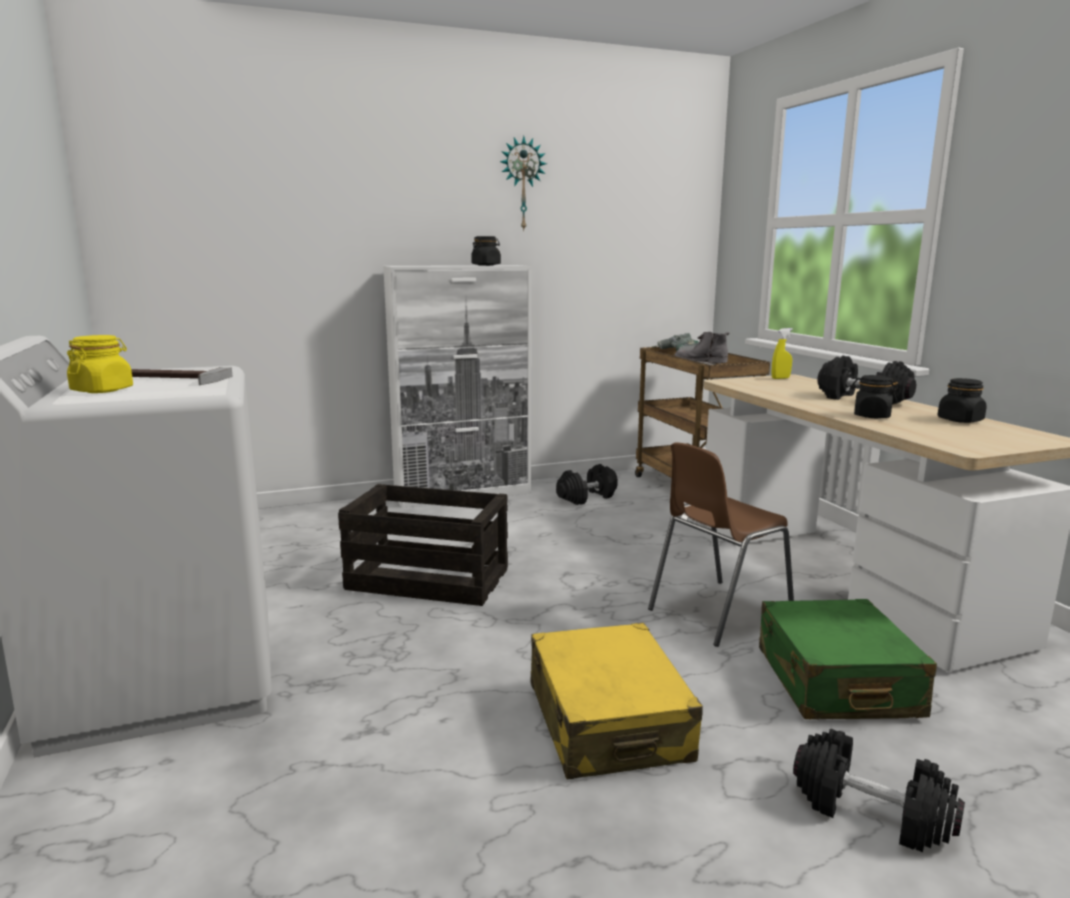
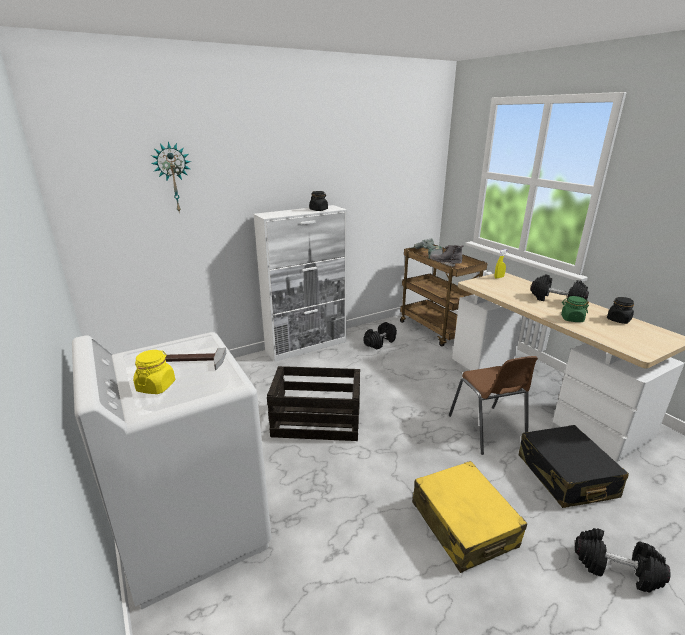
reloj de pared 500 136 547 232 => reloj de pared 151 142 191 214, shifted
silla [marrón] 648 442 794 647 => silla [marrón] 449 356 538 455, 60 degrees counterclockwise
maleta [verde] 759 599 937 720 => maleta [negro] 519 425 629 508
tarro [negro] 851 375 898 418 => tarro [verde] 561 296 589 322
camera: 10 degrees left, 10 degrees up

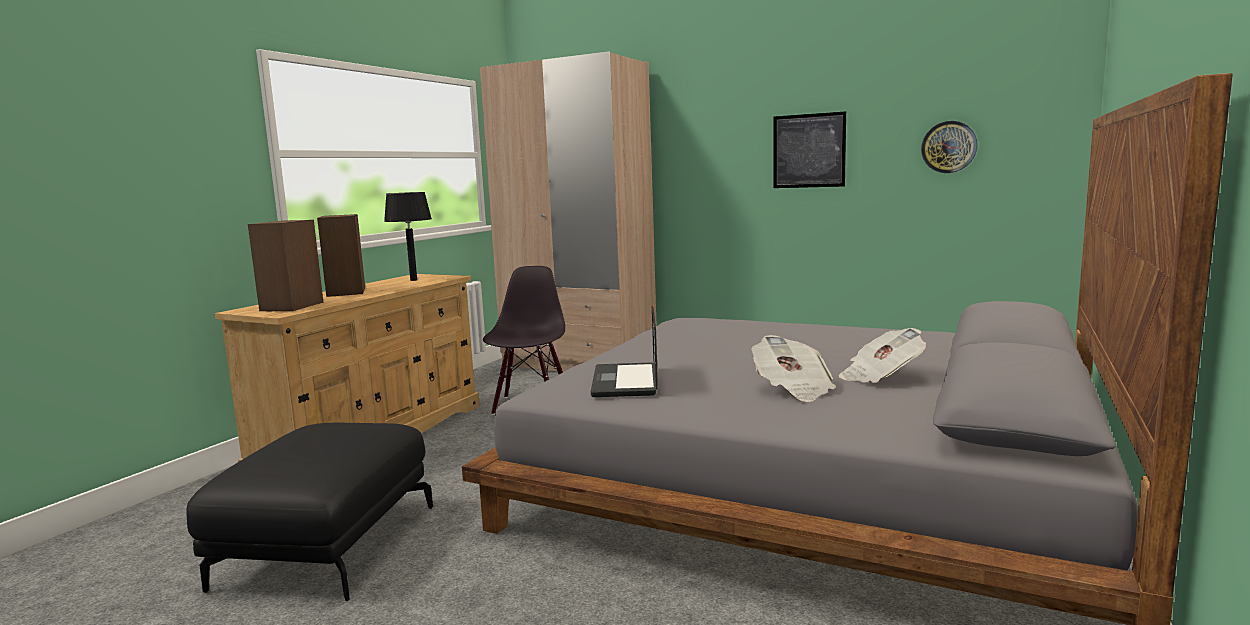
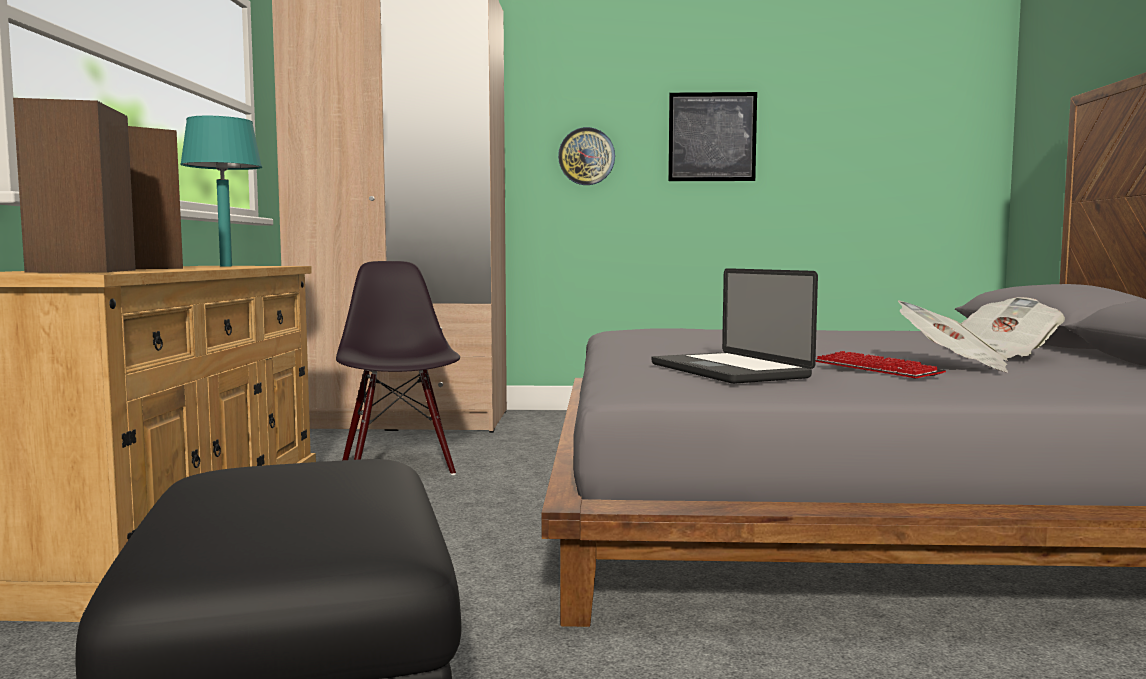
lámpara de mesa [negro] 384 192 432 281 => lámpara de mesa [turquesa] 180 116 262 266
reloj de pared 921 121 977 173 => reloj de pared 558 127 615 185, shifted
nothing => teclado 815 351 946 378
camera: 25 degrees left, 5 degrees down

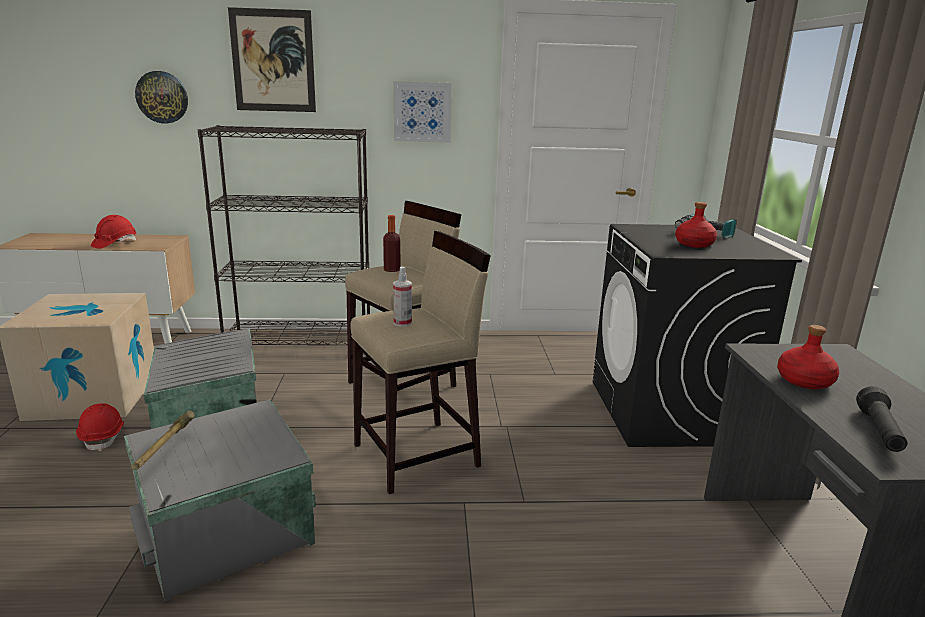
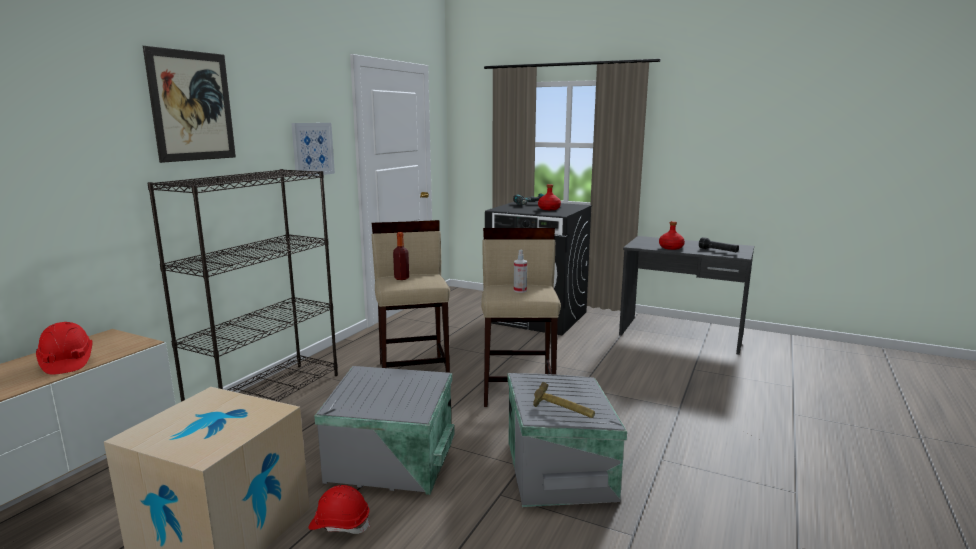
reloj de pared 135 71 188 124 => nothing
camera: 60 degrees left, 5 degrees down

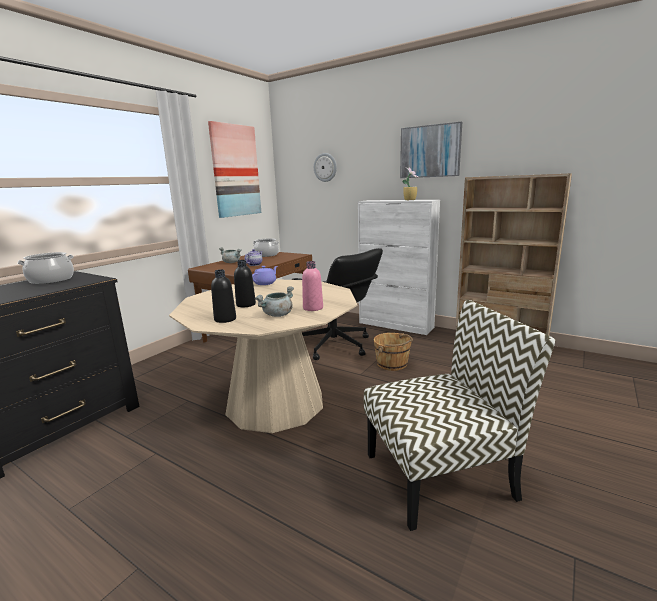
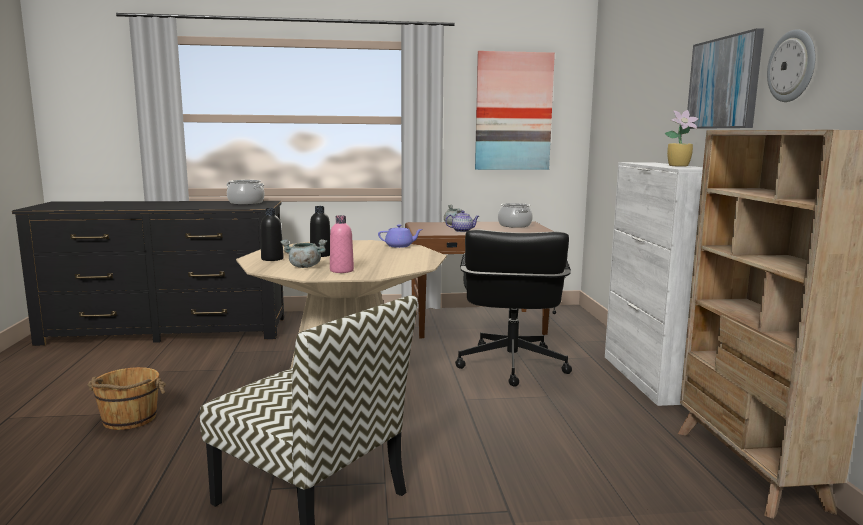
cubo [marrón] 374 333 413 371 => cubo [marrón] 88 367 166 430, shifted
reloj de pared 314 153 337 182 => reloj de pared 767 29 815 102, shifted
camera: 50 degrees right, 5 degrees down

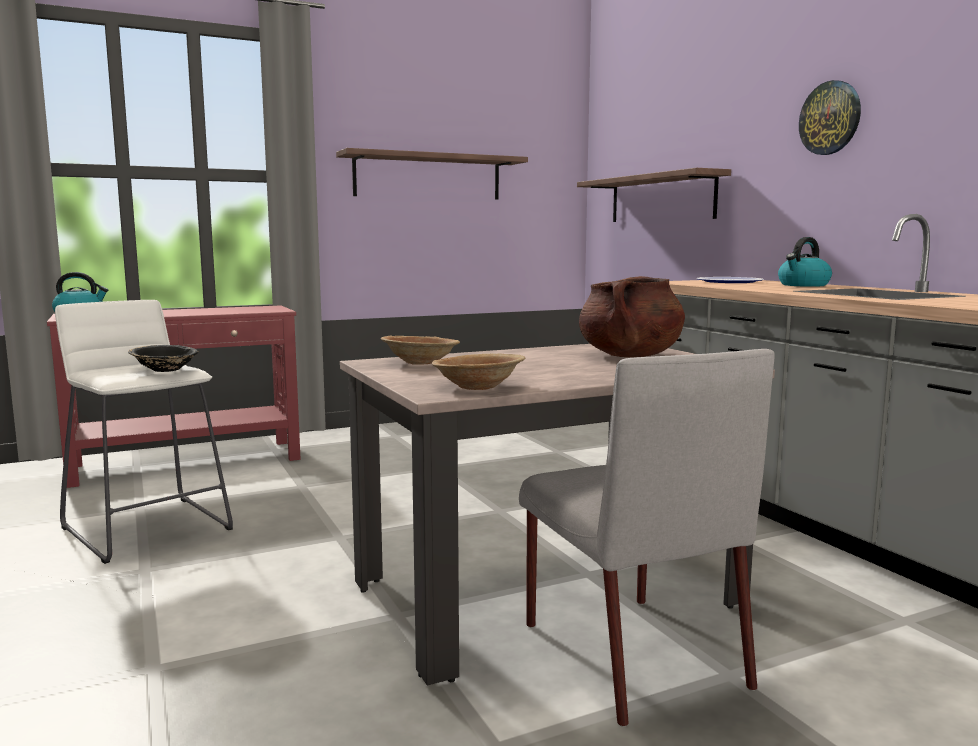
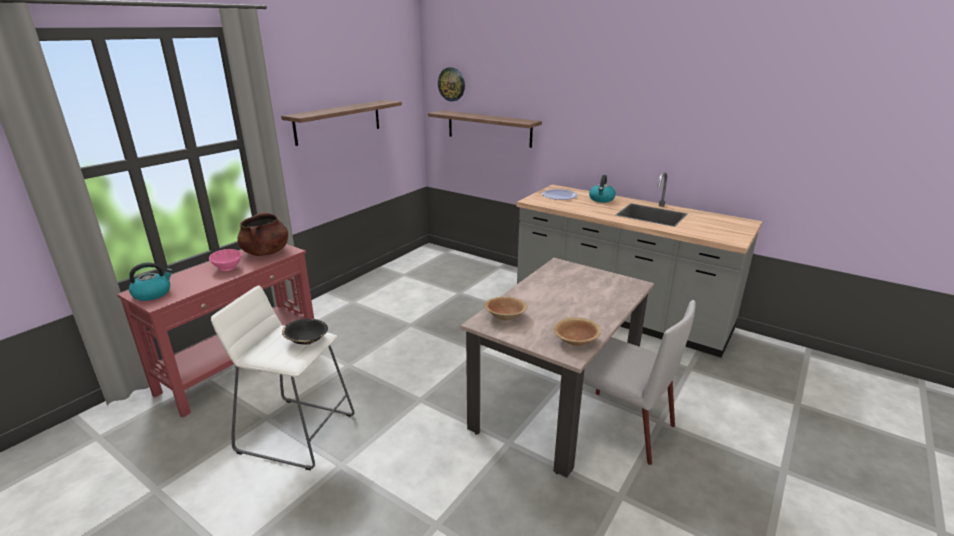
nothing => cuenco [rosa] 209 249 242 271
olla [marrón] 579 276 685 357 => olla [marrón] 237 212 288 256, shifted
reloj de pared 799 80 861 155 => reloj de pared 438 67 465 101, shifted
camera: 30 degrees left, 15 degrees up

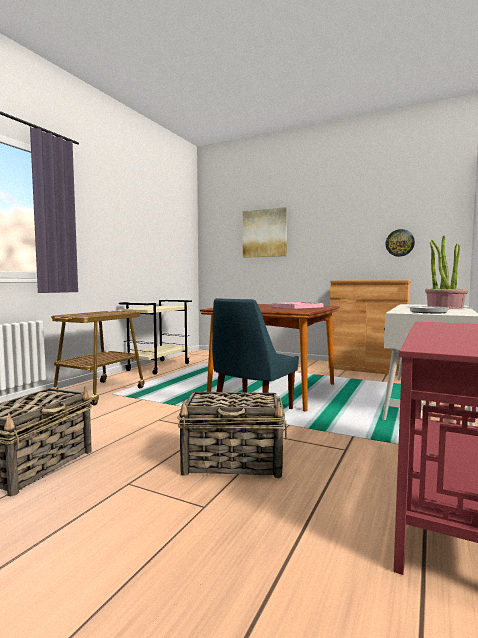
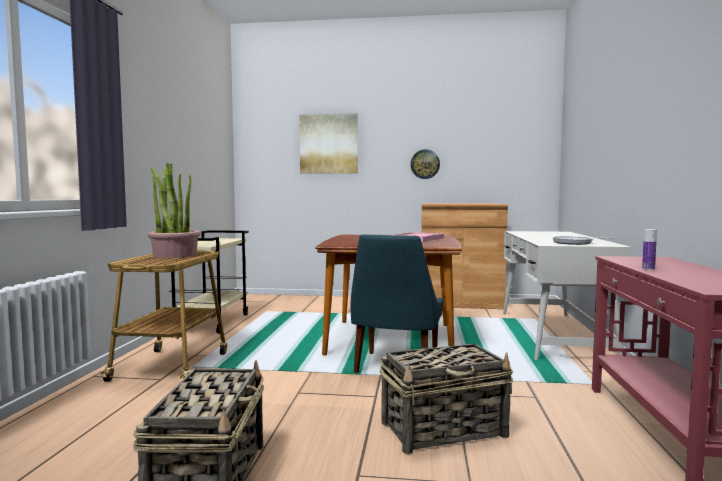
planta en maceta 425 236 468 309 => planta en maceta 148 163 200 258, shifted
reloj de pared 386 229 415 257 => reloj de pared 410 149 440 179, shifted
nothing => botella 642 229 657 270
camera: 20 degrees left, 0 degrees up

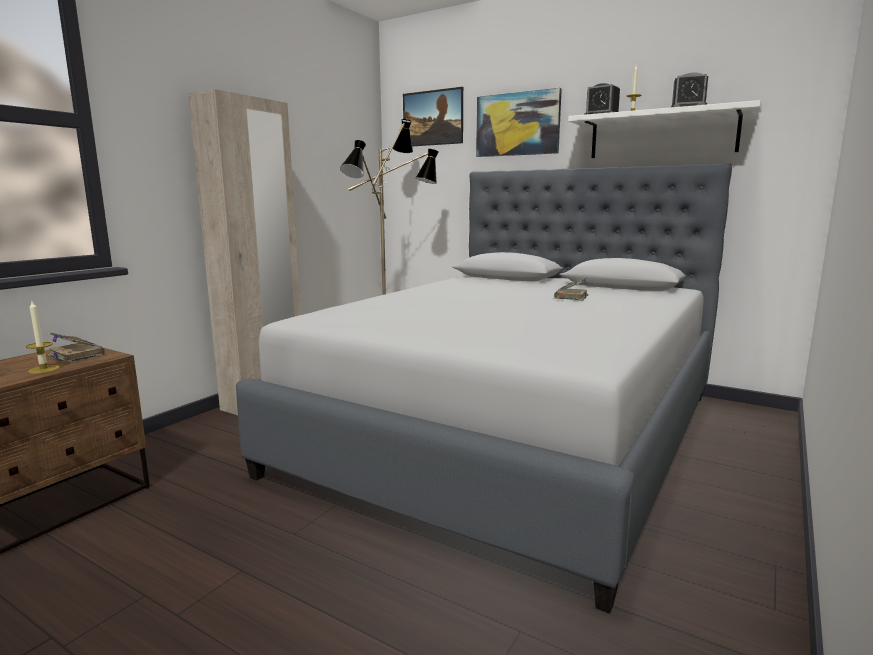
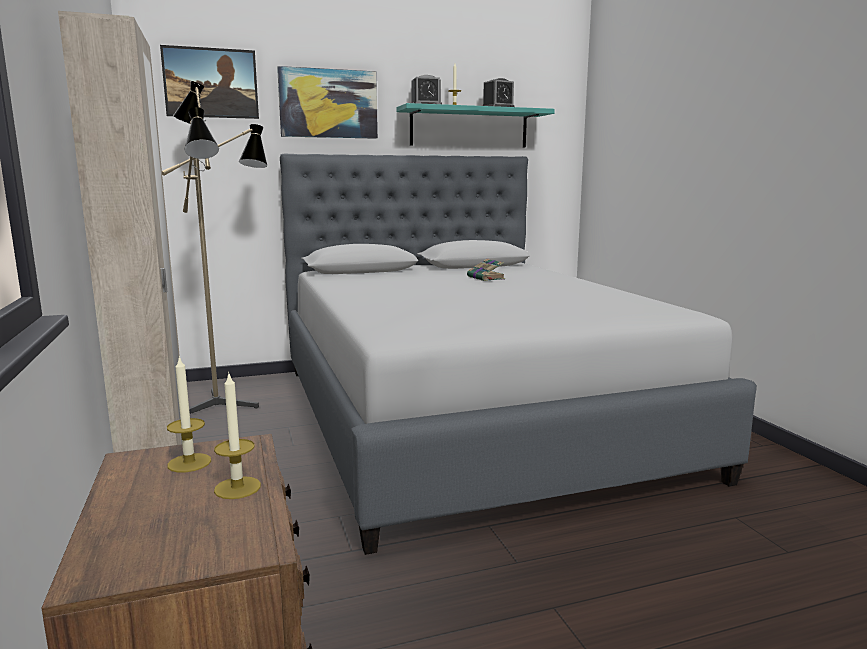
libro 48 332 105 363 => vela 167 356 211 473
estante [blanco] 568 100 762 158 => estante [turquesa] 396 103 555 147
camera: 50 degrees left, 0 degrees up

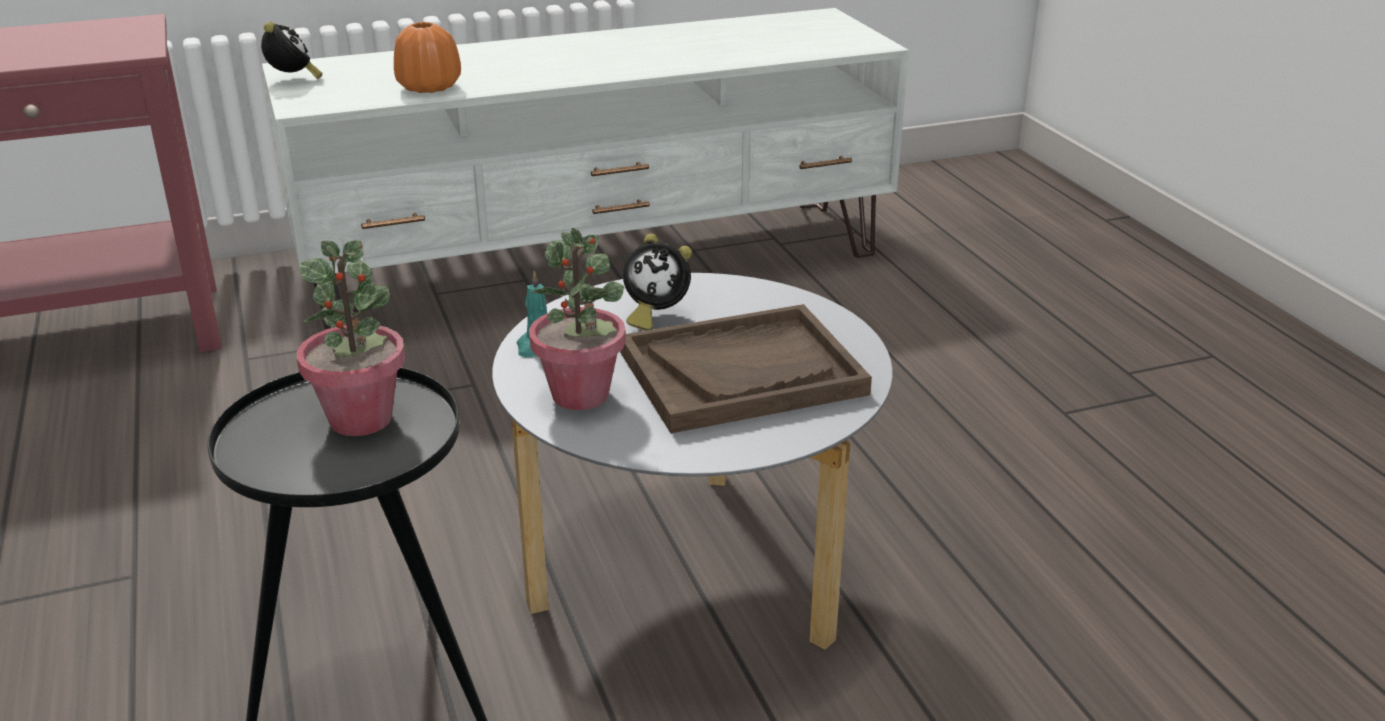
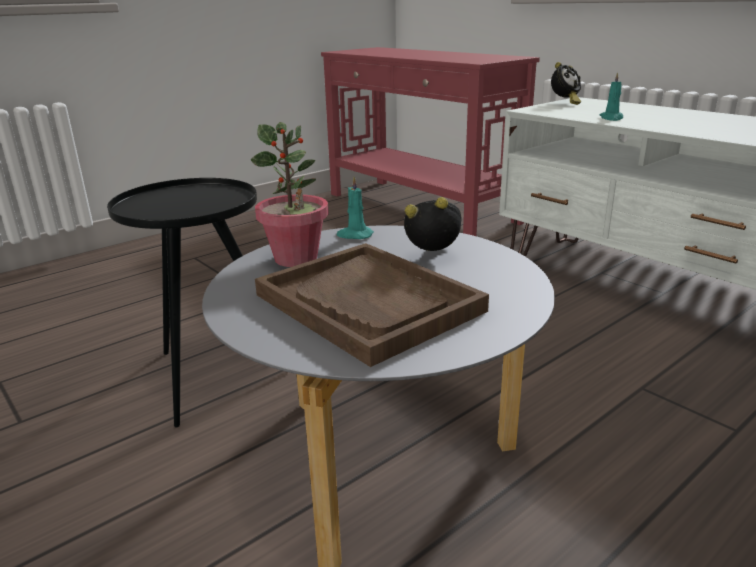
despertador 623 233 692 331 => despertador 404 197 461 251, 105 degrees clockwise
florero [naranja] 394 22 461 93 => vela [turquesa] 600 72 623 121
planta en maceta 297 241 405 436 => nothing
camera: 70 degrees right, 5 degrees down

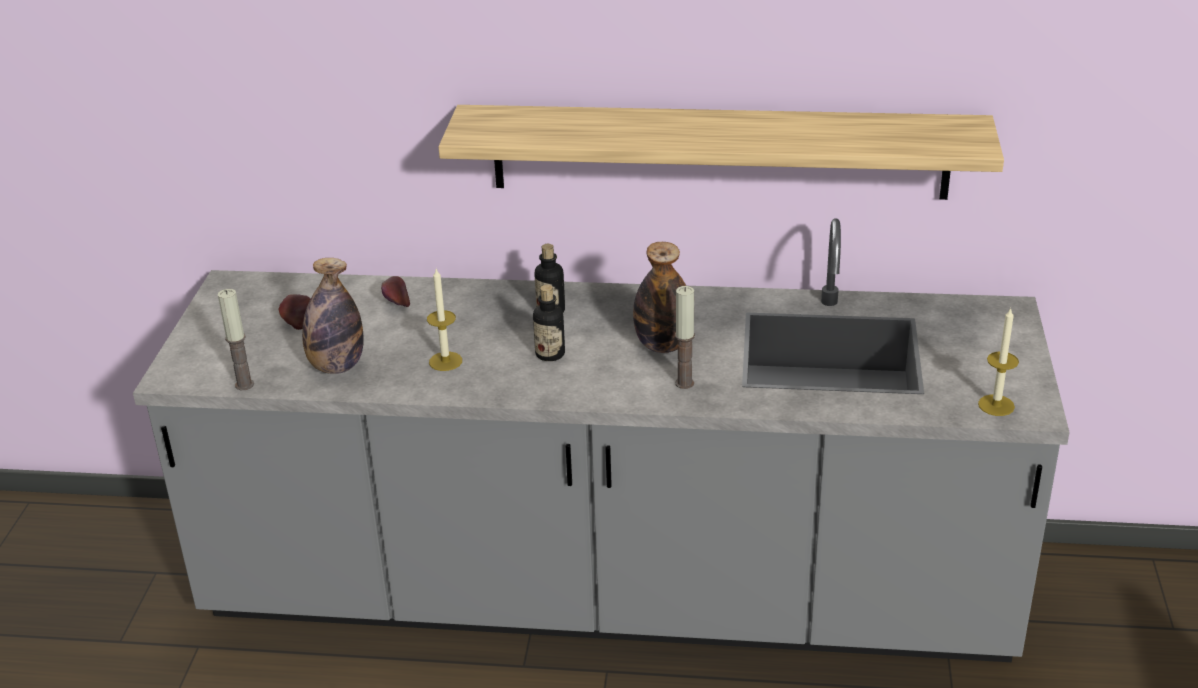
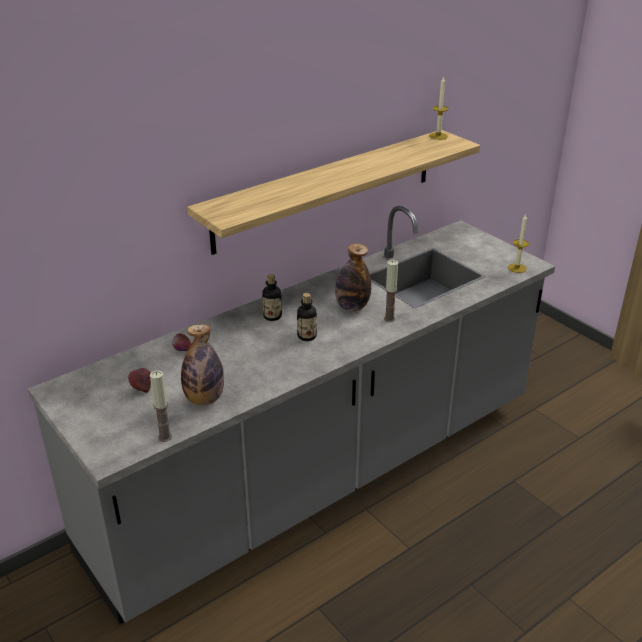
vela 427 269 462 371 => vela 429 77 449 140, shifted
camera: 45 degrees left, 0 degrees up

